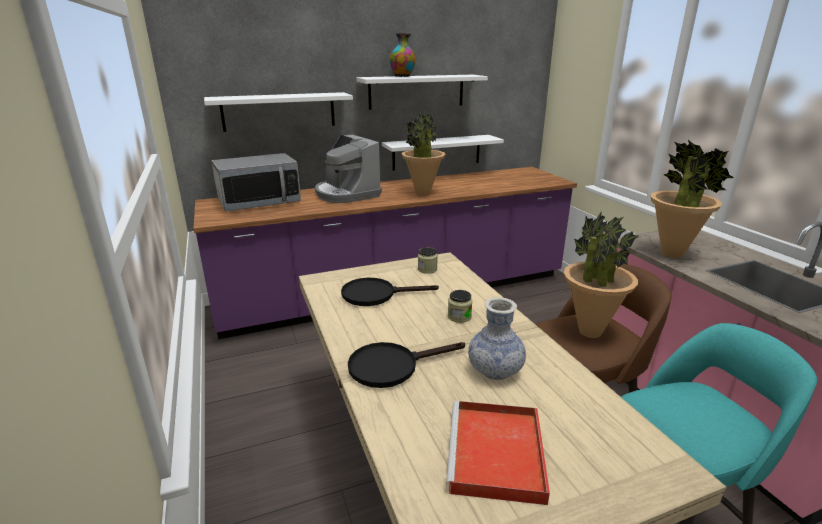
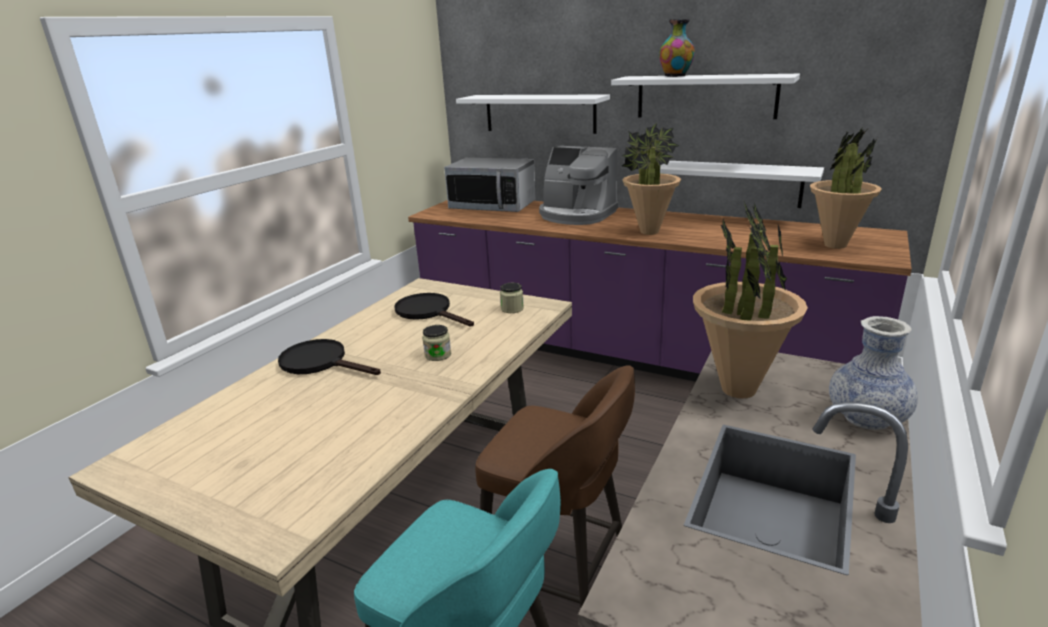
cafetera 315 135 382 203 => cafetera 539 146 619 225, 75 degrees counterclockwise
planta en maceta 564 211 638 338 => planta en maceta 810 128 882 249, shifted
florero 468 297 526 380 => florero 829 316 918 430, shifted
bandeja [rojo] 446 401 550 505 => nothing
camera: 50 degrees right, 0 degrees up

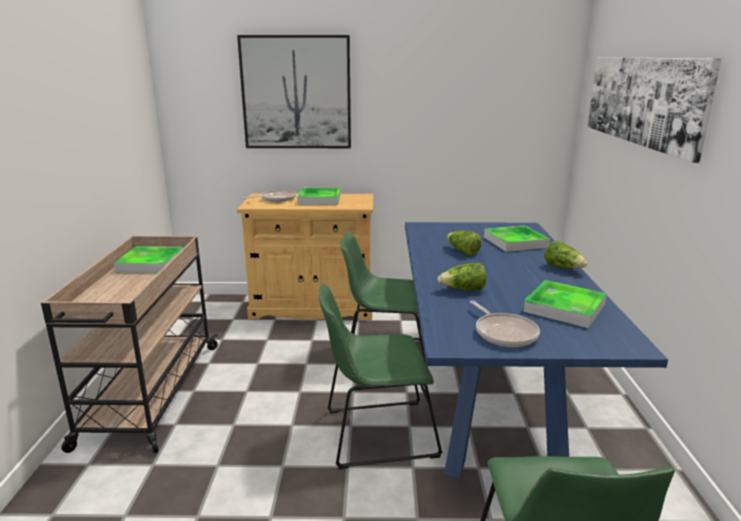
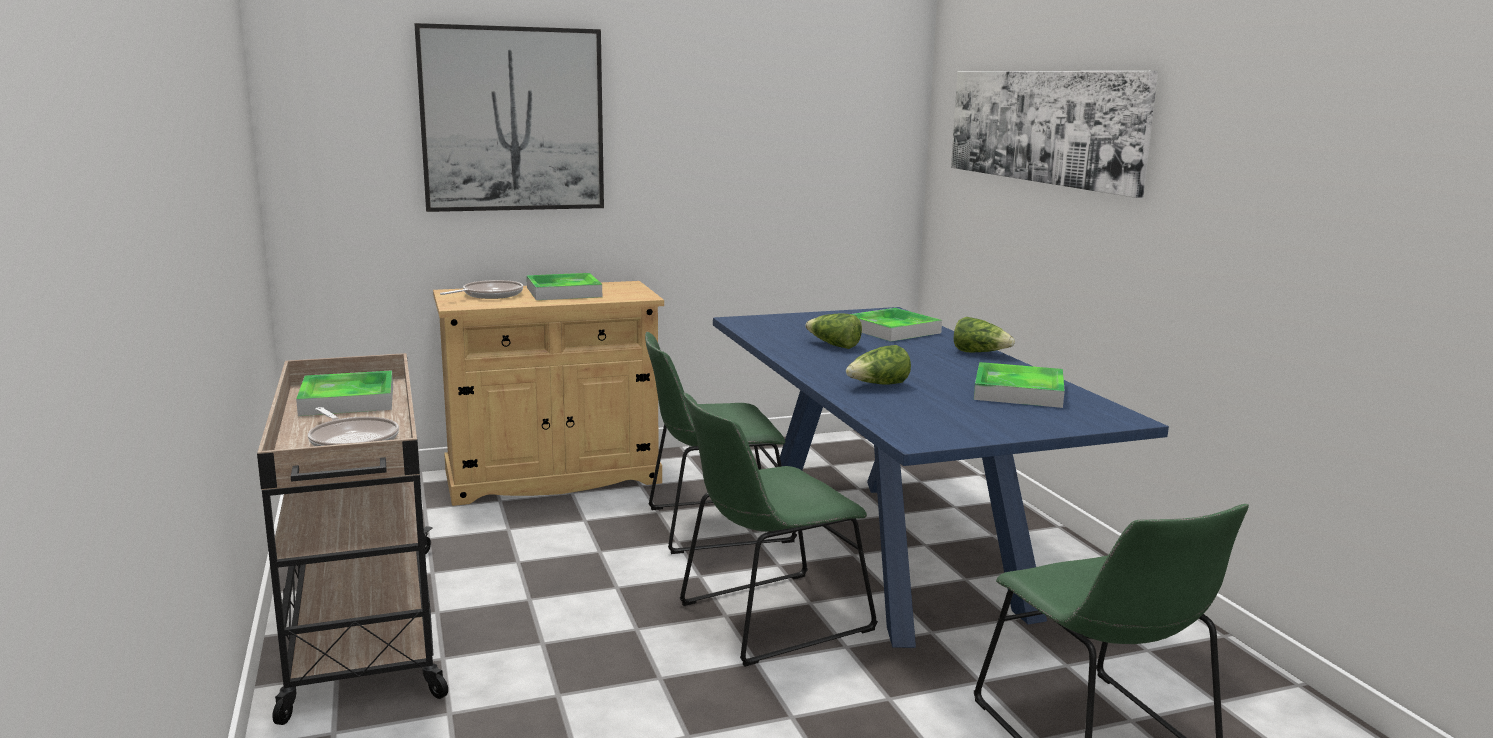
sartén 470 300 540 347 => sartén 308 407 399 446, shifted
camera: 20 degrees left, 5 degrees down

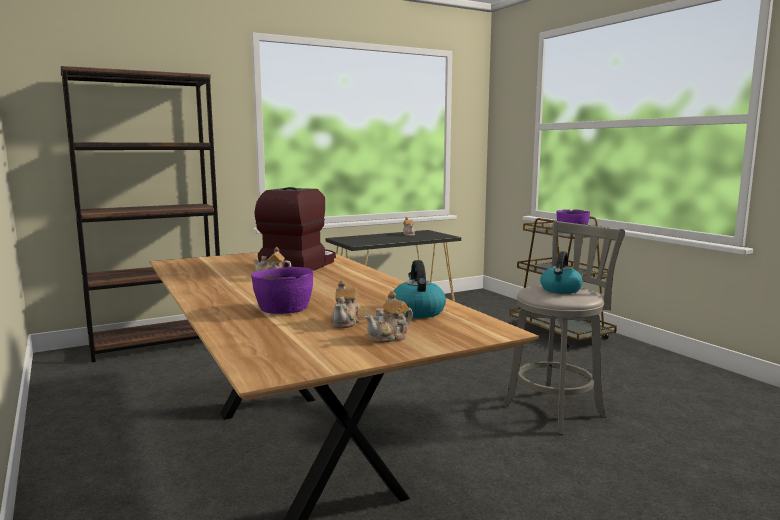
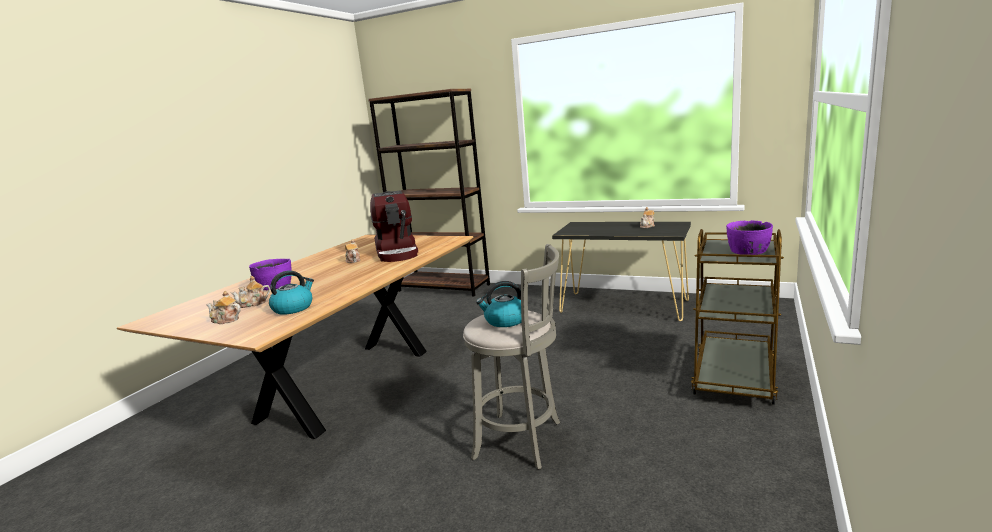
cafetera 255 187 336 271 => cafetera 370 190 418 262, 90 degrees clockwise
camera: 55 degrees right, 5 degrees up

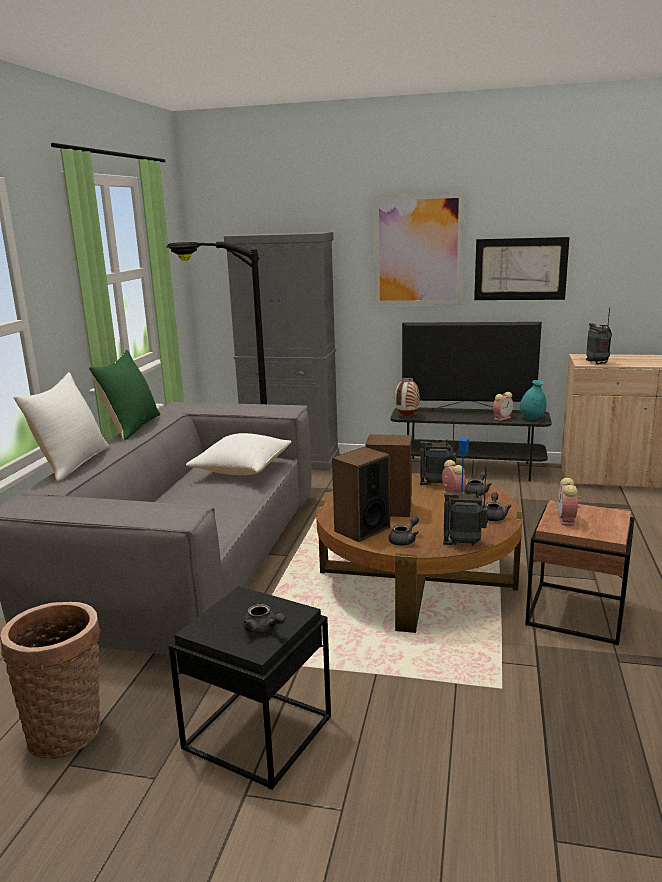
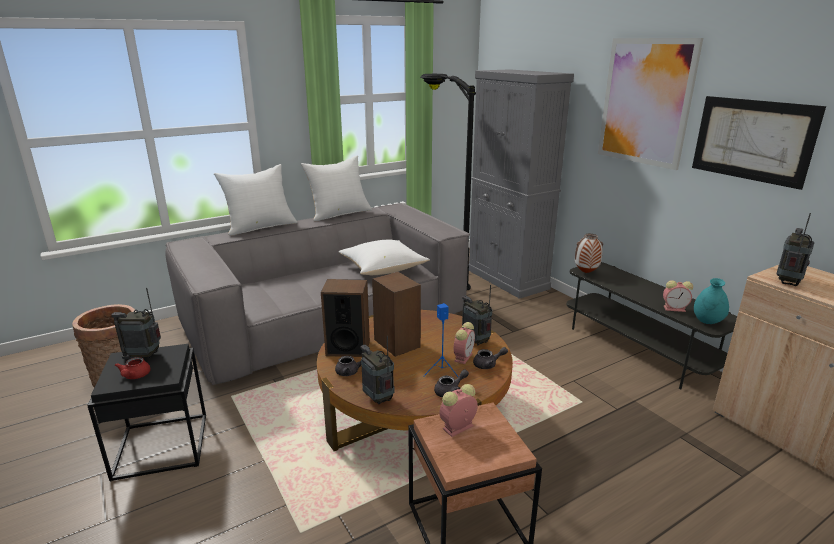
nothing => radio 111 288 161 359
tetera [gris] 243 604 286 635 => tetera [rojo] 115 357 151 379
cojín [verde] 89 350 160 440 => cojín [blanco] 301 155 372 221
televisor 402 322 542 411 => nothing
camera: 45 degrees right, 5 degrees up

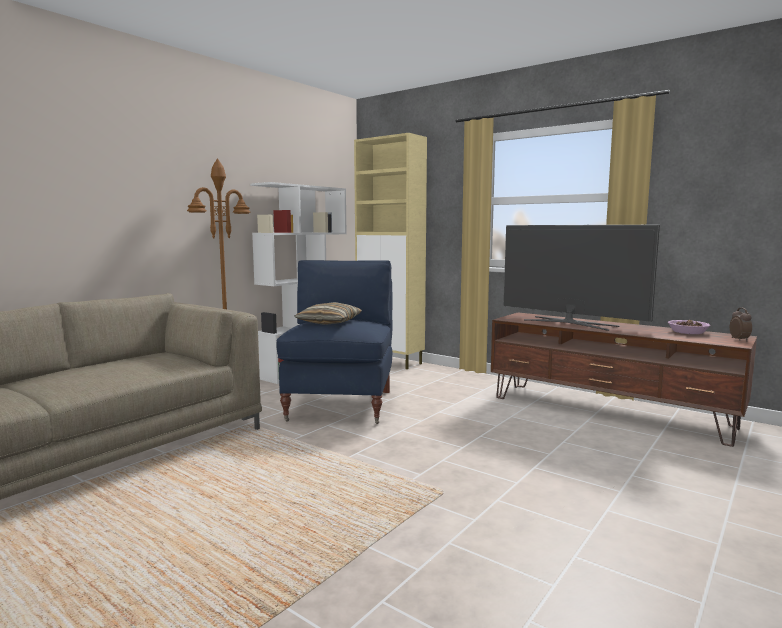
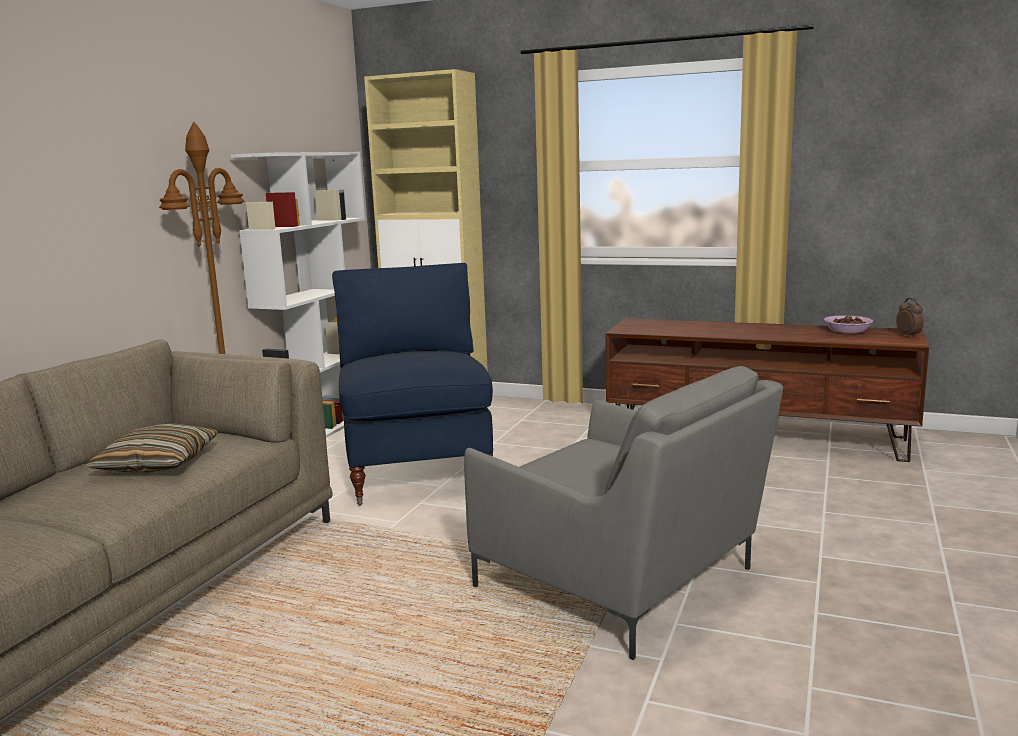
cojín 294 302 362 325 => cojín 85 424 218 473, shifted
nothing => sillón [gris] 464 366 783 660
televisor 504 225 660 331 => nothing
camera: 15 degrees left, 5 degrees up

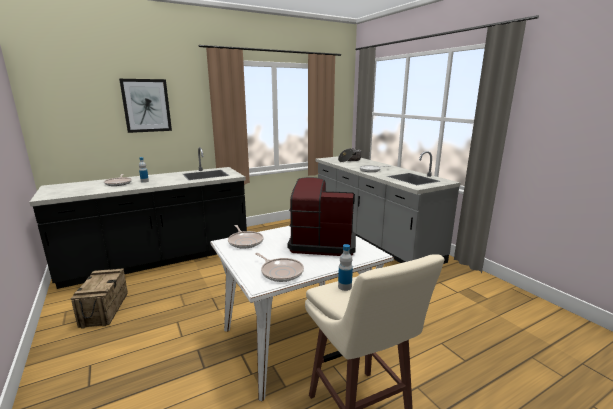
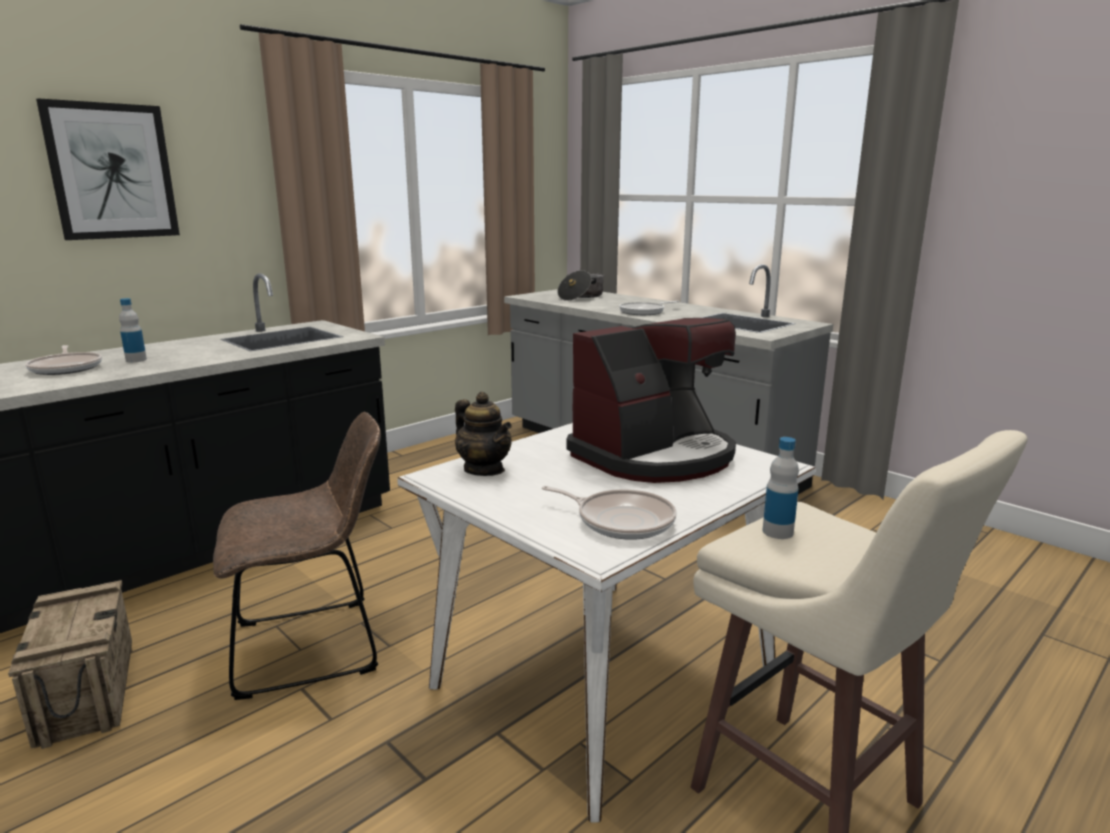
nothing => silla [marrón] 213 412 381 700
sartén 228 225 264 248 => tetera 455 392 512 476
cafetera 288 177 356 256 => cafetera 566 318 736 483, 150 degrees clockwise
camera: 15 degrees left, 0 degrees up

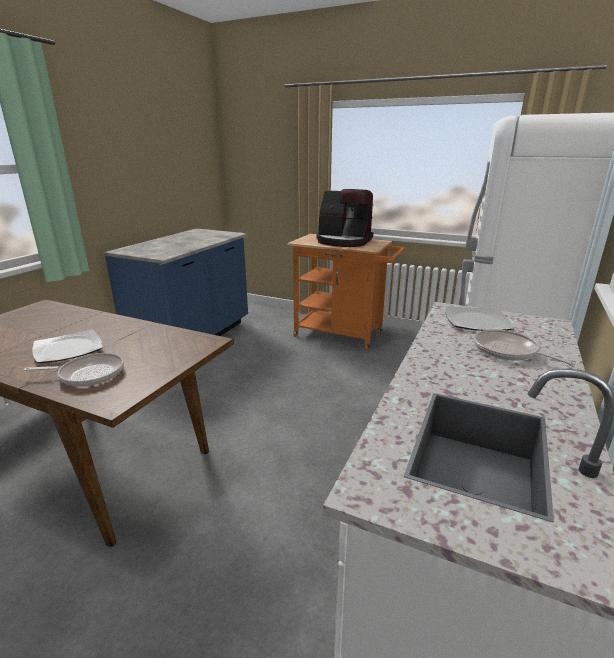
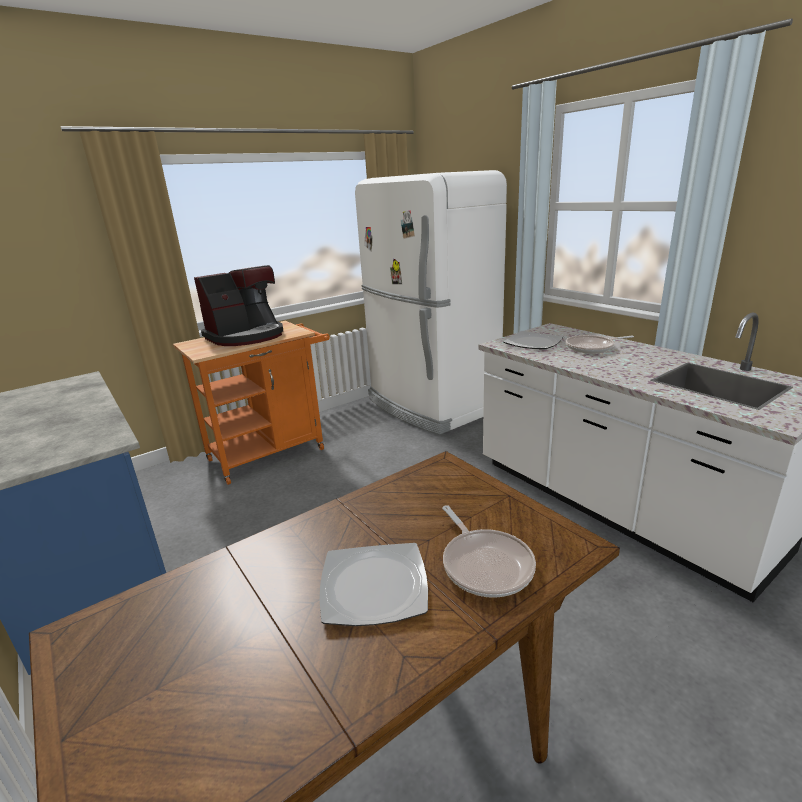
sartén 24 353 124 387 => sartén 442 505 536 598, 135 degrees clockwise
camera: 60 degrees left, 0 degrees up

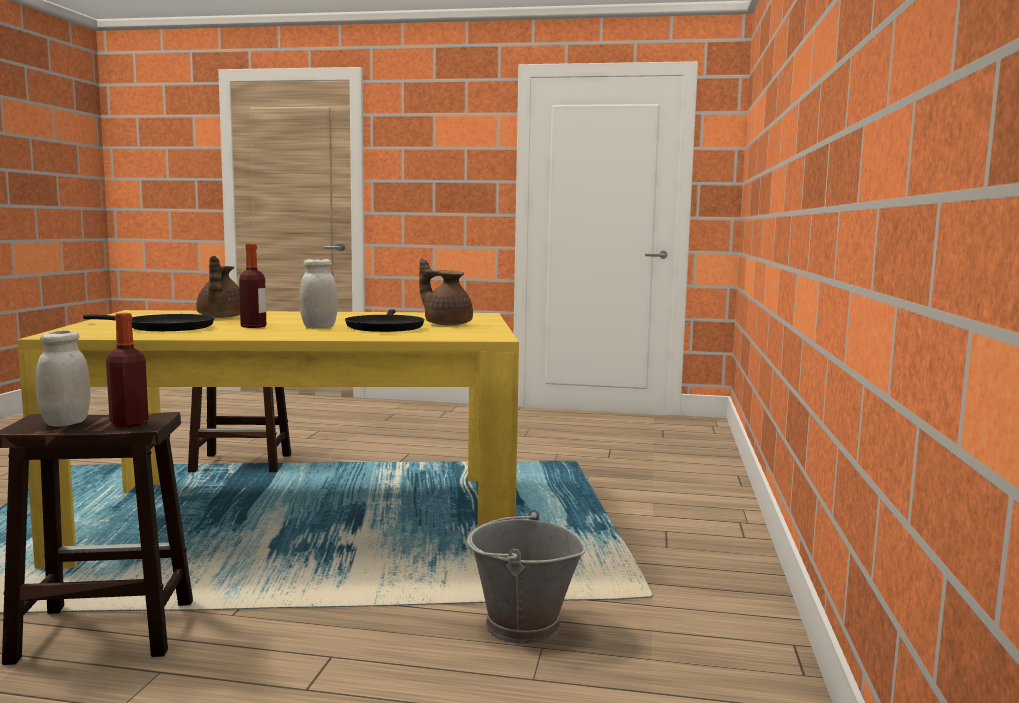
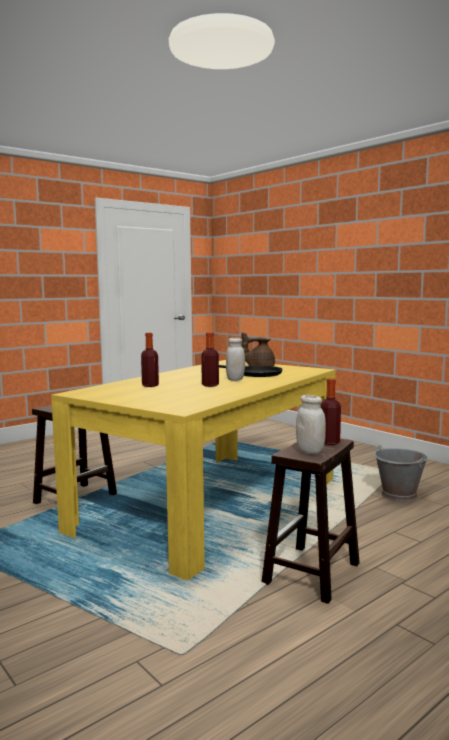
tetera [marrón] 196 256 240 318 => botella 141 333 159 387
sartén [negro] 83 314 214 331 => nothing
camera: 50 degrees left, 0 degrees up

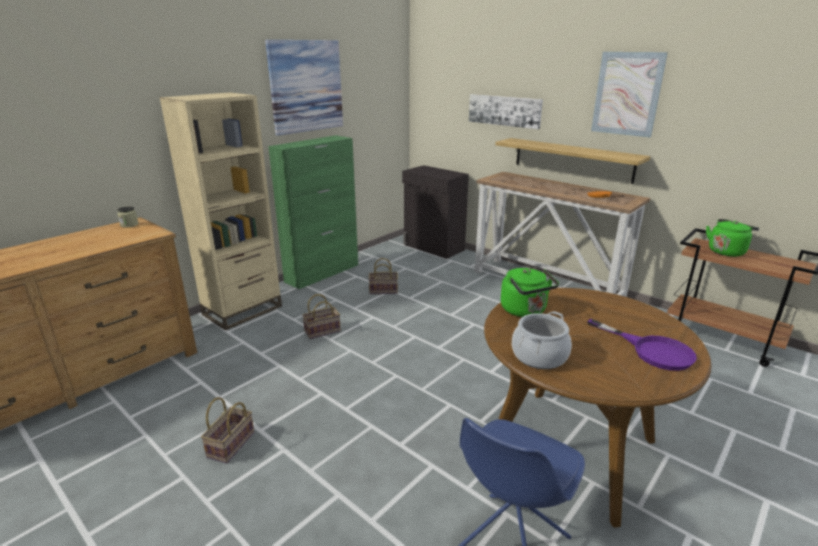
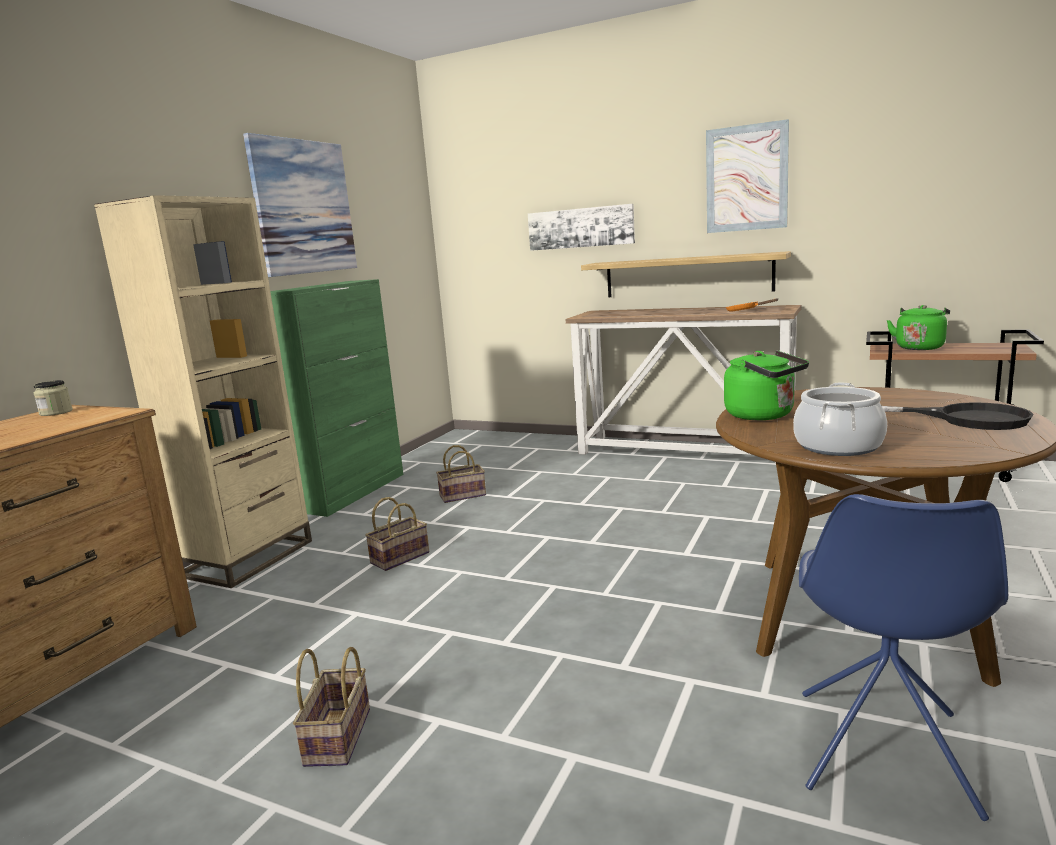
sartén [morado] 587 319 697 371 => sartén [negro] 882 402 1034 430
armario [negro] 402 165 469 259 => nothing
camera: 15 degrees left, 10 degrees down

